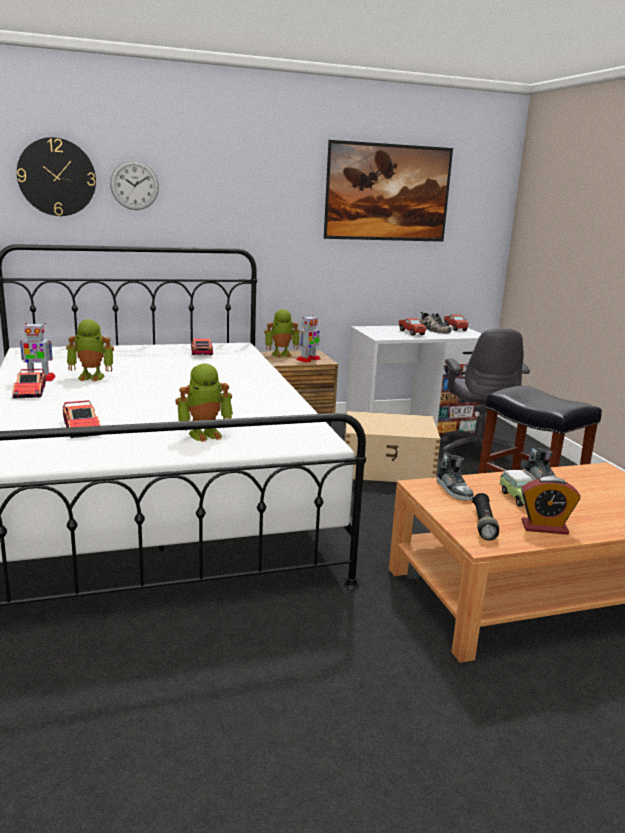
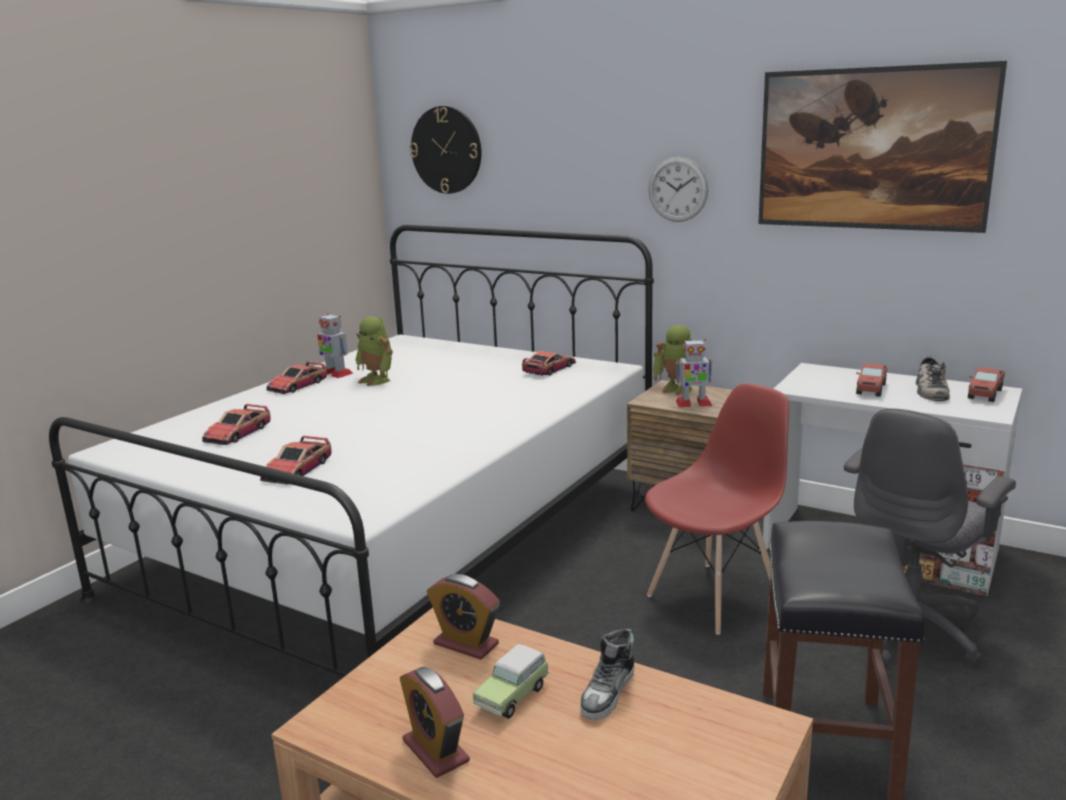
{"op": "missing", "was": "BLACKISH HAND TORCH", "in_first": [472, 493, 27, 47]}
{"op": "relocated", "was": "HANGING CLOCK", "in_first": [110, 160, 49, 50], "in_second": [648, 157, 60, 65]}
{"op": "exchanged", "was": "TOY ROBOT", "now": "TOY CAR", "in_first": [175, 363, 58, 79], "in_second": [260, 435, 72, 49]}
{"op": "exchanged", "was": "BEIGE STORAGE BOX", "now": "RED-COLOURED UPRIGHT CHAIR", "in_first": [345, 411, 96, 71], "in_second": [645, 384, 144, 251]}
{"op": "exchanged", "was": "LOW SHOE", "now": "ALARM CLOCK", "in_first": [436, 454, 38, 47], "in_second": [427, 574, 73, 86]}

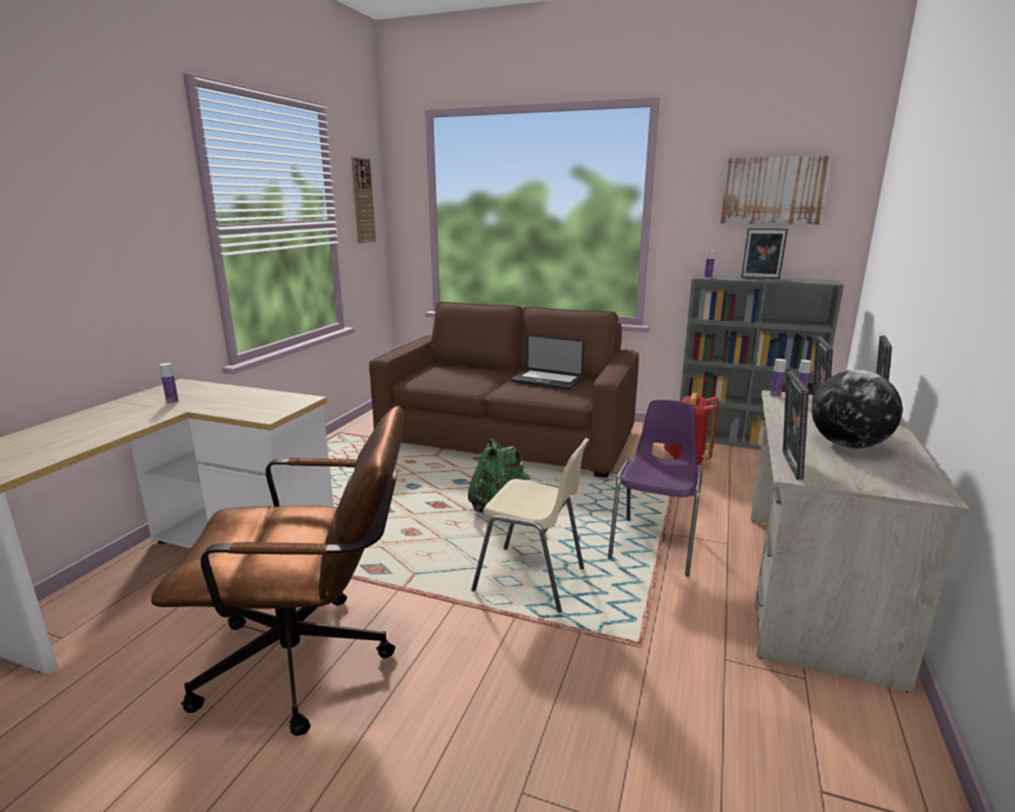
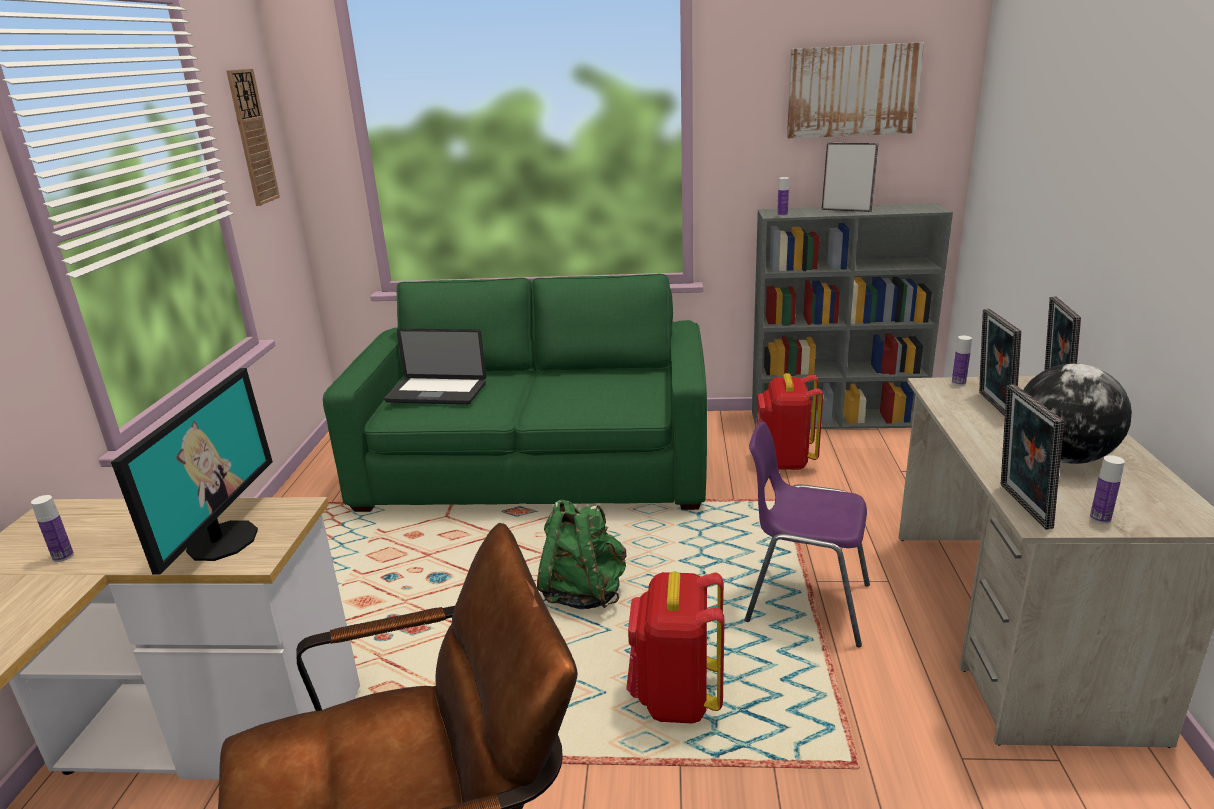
{"op": "appeared", "now": "COMPUTER SCREEN", "in_second": [111, 368, 162, 207]}
{"op": "relocated", "was": "NOTEBOOK COMPUTER", "in_first": [511, 334, 74, 56], "in_second": [384, 329, 102, 76]}
{"op": "relocated", "was": "DRINK BOTTLE", "in_first": [770, 359, 16, 38], "in_second": [1090, 455, 35, 69]}
{"op": "exchanged", "was": "BEIGE UPRIGHT CHAIR", "now": "RED-COLOURED KNAPSACK", "in_first": [471, 438, 118, 174], "in_second": [626, 572, 99, 151]}
{"op": "colour", "was": "BROWNISH SOFA", "now": "GREENISH SOFA", "in_first": [369, 301, 270, 177], "in_second": [323, 274, 384, 238]}
{"op": "spun", "was": "PURPLE UPRIGHT CHAIR", "in_first": [608, 400, 94, 176], "in_second": [744, 421, 126, 226], "clockwise": -75}
{"op": "spun", "was": "PHOTO FRAME", "in_first": [741, 228, 47, 51], "in_second": [822, 143, 56, 69], "clockwise": -150}

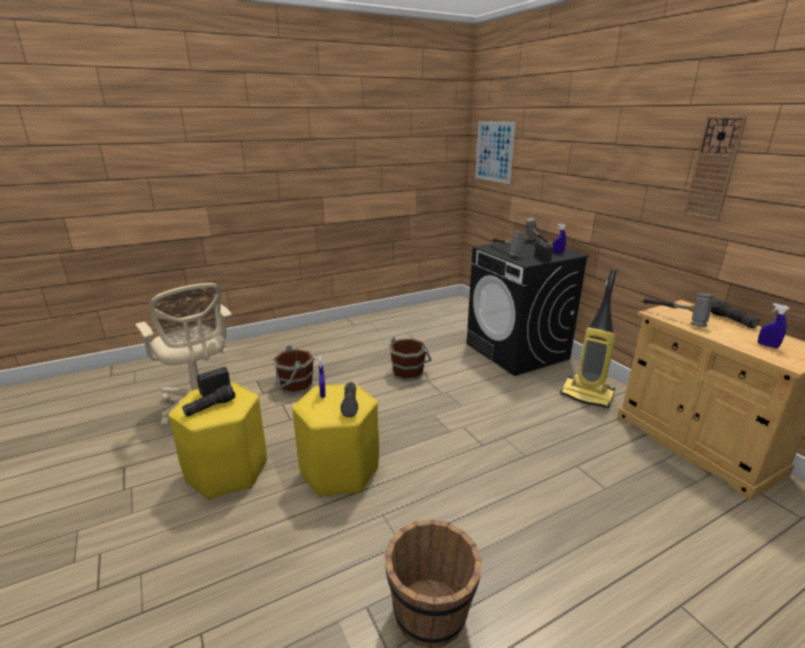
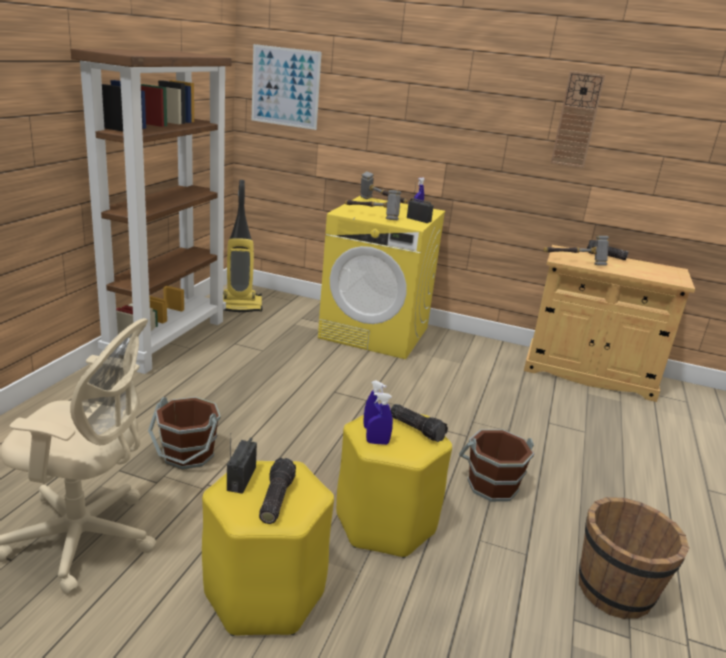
{"op": "appeared", "now": "BROWNISH BOOKCASE", "in_second": [71, 49, 161, 325]}
{"op": "relocated", "was": "BROWNISH WATER BUCKET", "in_first": [389, 337, 43, 44], "in_second": [459, 429, 76, 73]}
{"op": "relocated", "was": "VACUUM CLEANER", "in_first": [560, 269, 57, 139], "in_second": [223, 180, 39, 132]}
{"op": "relocated", "was": "BLUE-COLOURED SPRAYER", "in_first": [758, 303, 31, 45], "in_second": [366, 392, 27, 53]}
{"op": "colour", "was": "BLACKISH LAUNDRY MACHINE", "now": "YELLOW LAUNDRY MACHINE", "in_first": [467, 238, 122, 138], "in_second": [318, 196, 127, 163]}

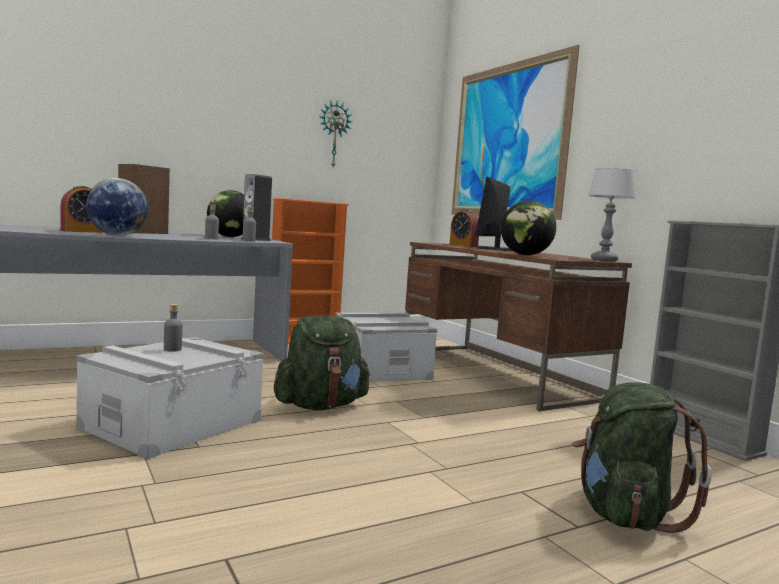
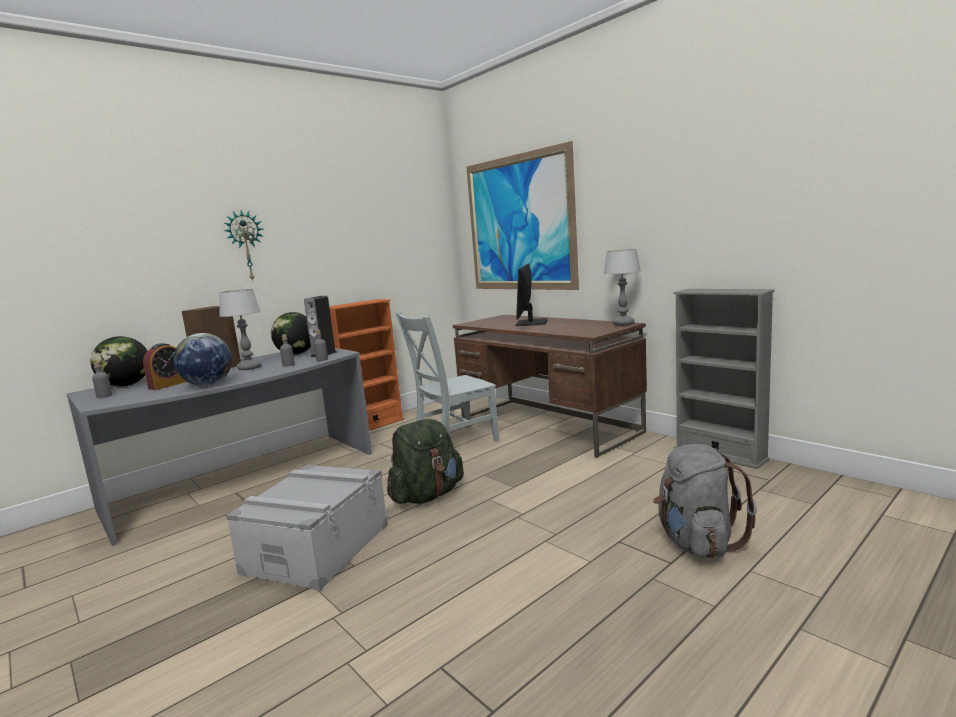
{"op": "missing", "was": "ALARM CLOCK", "in_first": [450, 209, 29, 38]}
{"op": "appeared", "now": "TABLE LAMP", "in_second": [219, 289, 42, 81]}
{"op": "relocated", "was": "GREYISH DRINK BOTTLE", "in_first": [164, 304, 19, 48], "in_second": [92, 361, 20, 37]}
{"op": "relocated", "was": "HANGING CLOCK", "in_first": [319, 100, 33, 68], "in_second": [224, 210, 40, 71]}
{"op": "relocated", "was": "GLOBE", "in_first": [501, 201, 55, 54], "in_second": [91, 336, 56, 50]}
{"op": "exchanged", "was": "GREYISH STORAGE BOX", "now": "GREYISH UPRIGHT CHAIR", "in_first": [335, 313, 102, 69], "in_second": [395, 312, 104, 130]}
{"op": "colour", "was": "GREENISH KNAPSACK", "now": "GREYISH KNAPSACK", "in_first": [572, 382, 140, 151], "in_second": [653, 444, 104, 114]}

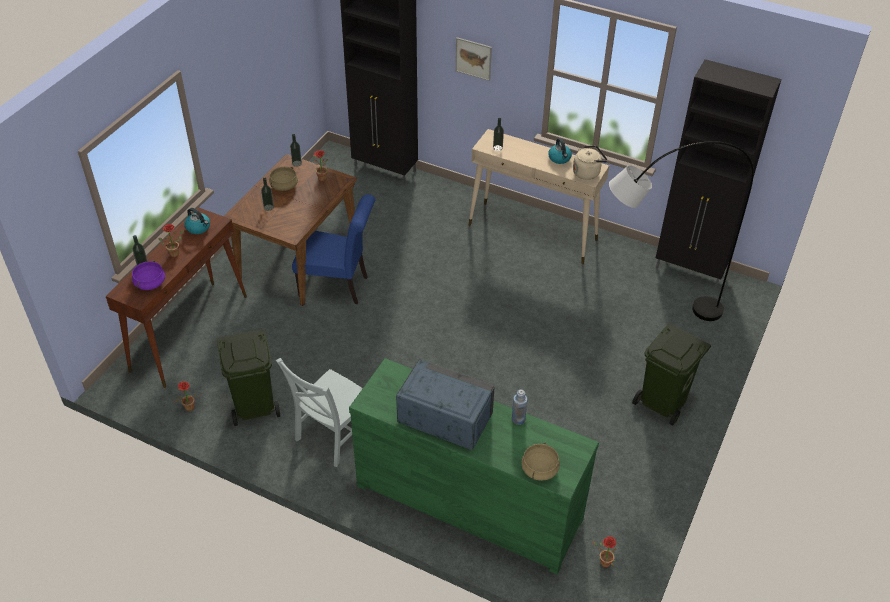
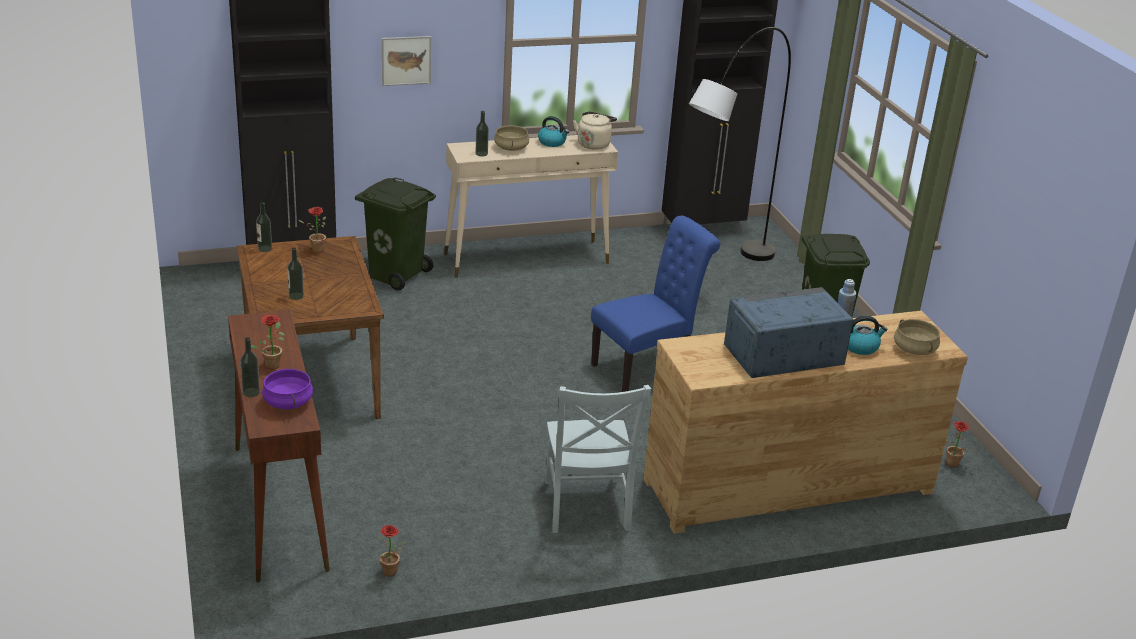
{"op": "relocated", "was": "WATER KETTLE", "in_first": [184, 208, 26, 26], "in_second": [848, 316, 39, 39]}
{"op": "relocated", "was": "GREENISH WASTE BIN", "in_first": [216, 329, 64, 97], "in_second": [355, 177, 81, 114]}
{"op": "relocated", "was": "BEIGE STOCKPOT", "in_first": [269, 167, 29, 24], "in_second": [494, 125, 35, 26]}
{"op": "relocated", "was": "BLUE-COLOURED UPRIGHT CHAIR", "in_first": [292, 194, 83, 110], "in_second": [591, 216, 129, 176]}
{"op": "colour", "was": "GREENISH CHEST OF DRAWERS", "now": "BROWNISH CHEST OF DRAWERS", "in_first": [349, 358, 250, 216], "in_second": [643, 311, 325, 223]}

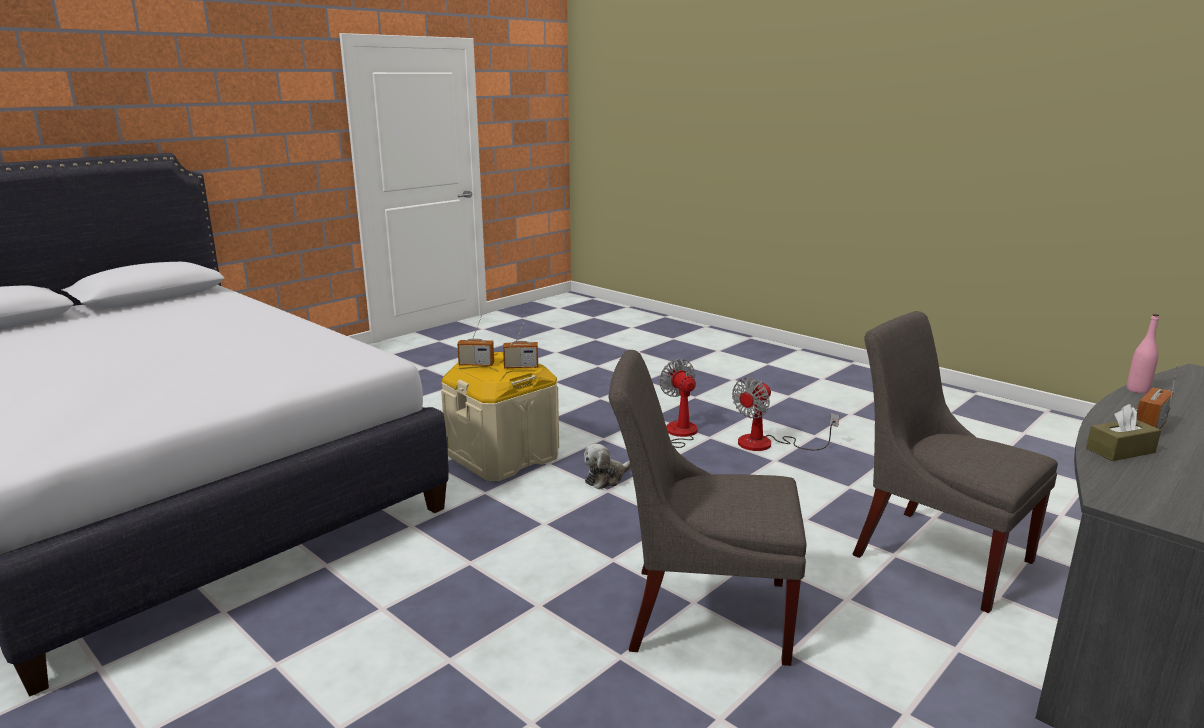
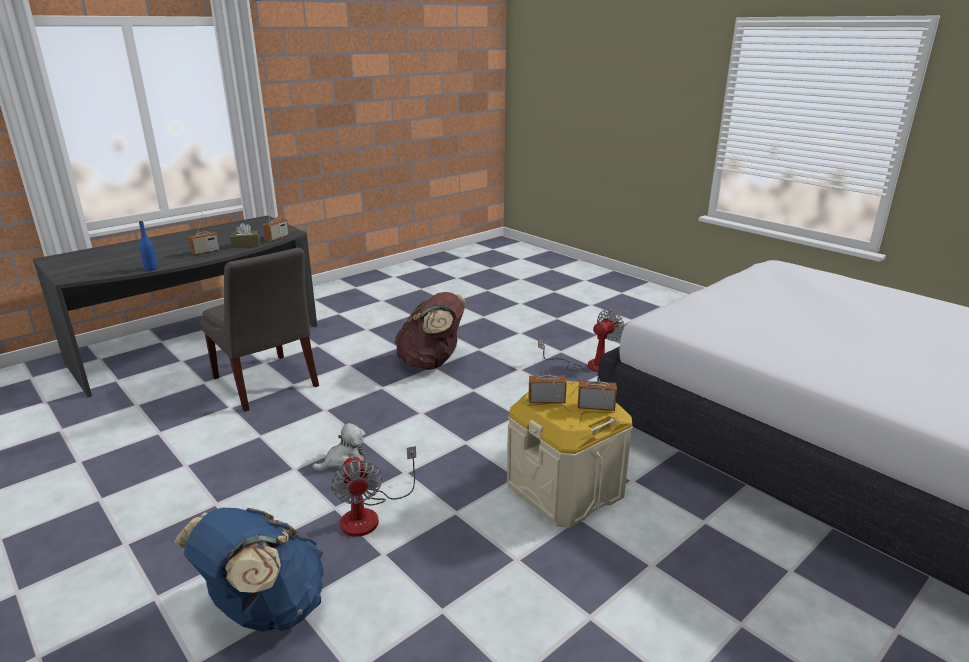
{"op": "appeared", "now": "BLUE-COLOURED KNAPSACK", "in_second": [174, 508, 150, 124]}
{"op": "appeared", "now": "RADIO RECEIVER", "in_second": [263, 205, 26, 36]}
{"op": "relocated", "was": "PLUSH TOY", "in_first": [584, 444, 47, 45], "in_second": [312, 423, 53, 49]}
{"op": "relocated", "was": "ELECTRIC FAN", "in_first": [732, 377, 107, 74], "in_second": [538, 309, 87, 64]}
{"op": "exchanged", "was": "GREYISH UPRIGHT CHAIR", "now": "BROWNISH KNAPSACK", "in_first": [609, 350, 198, 316], "in_second": [394, 292, 72, 78]}
{"op": "colour", "was": "PINK-COLOURED DRINK BOTTLE", "now": "BLUE-COLOURED DRINK BOTTLE", "in_first": [1127, 314, 32, 80], "in_second": [139, 221, 19, 50]}

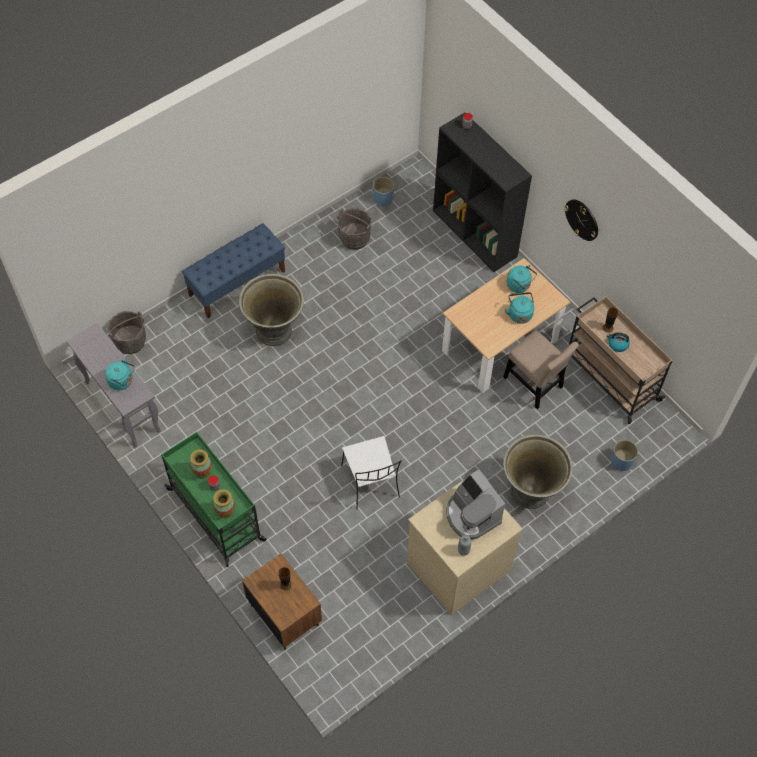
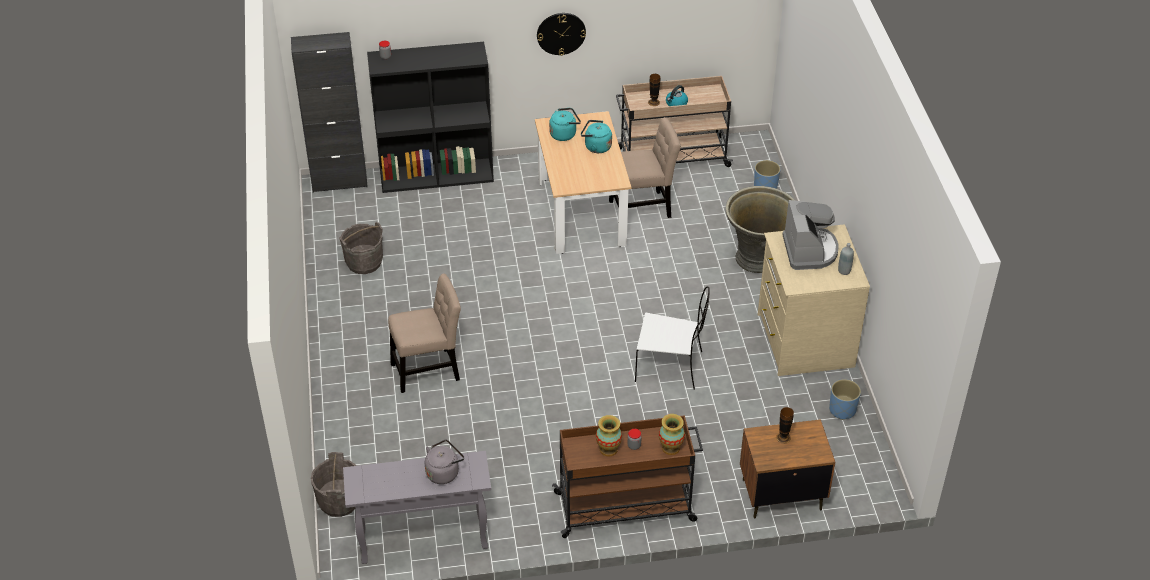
{"op": "missing", "was": "BLUE-COLOURED LONG SEAT", "in_first": [182, 223, 103, 95]}
{"op": "appeared", "now": "BLACKISH STORAGE CABINET", "in_second": [291, 32, 77, 161]}
{"op": "relocated", "was": "BLUE-COLOURED PLANTER", "in_first": [373, 177, 21, 29], "in_second": [829, 379, 32, 41]}
{"op": "exchanged", "was": "GREYISH PLANTER", "now": "BEIGE UPRIGHT CHAIR", "in_first": [239, 274, 65, 72], "in_second": [388, 274, 73, 119]}
{"op": "colour", "was": "TURQUOISE WATER KETTLE", "now": "GREYISH WATER KETTLE", "in_first": [105, 358, 30, 32], "in_second": [425, 439, 39, 45]}
{"op": "colour", "was": "GREENISH WHEELED CART", "now": "BROWNISH WHEELED CART", "in_first": [161, 432, 105, 135], "in_second": [552, 415, 151, 123]}
{"op": "spun", "was": "COFFEE MACHINE", "in_first": [446, 470, 59, 69], "in_second": [782, 200, 57, 70], "clockwise": -90}

